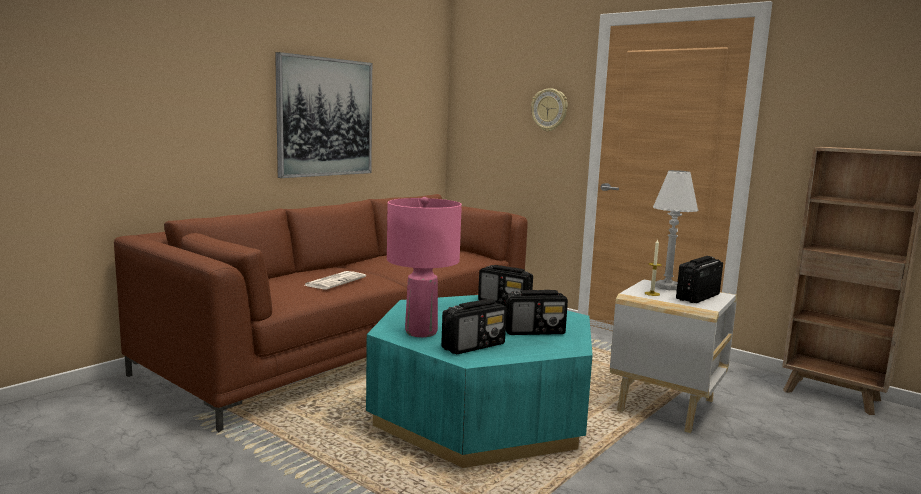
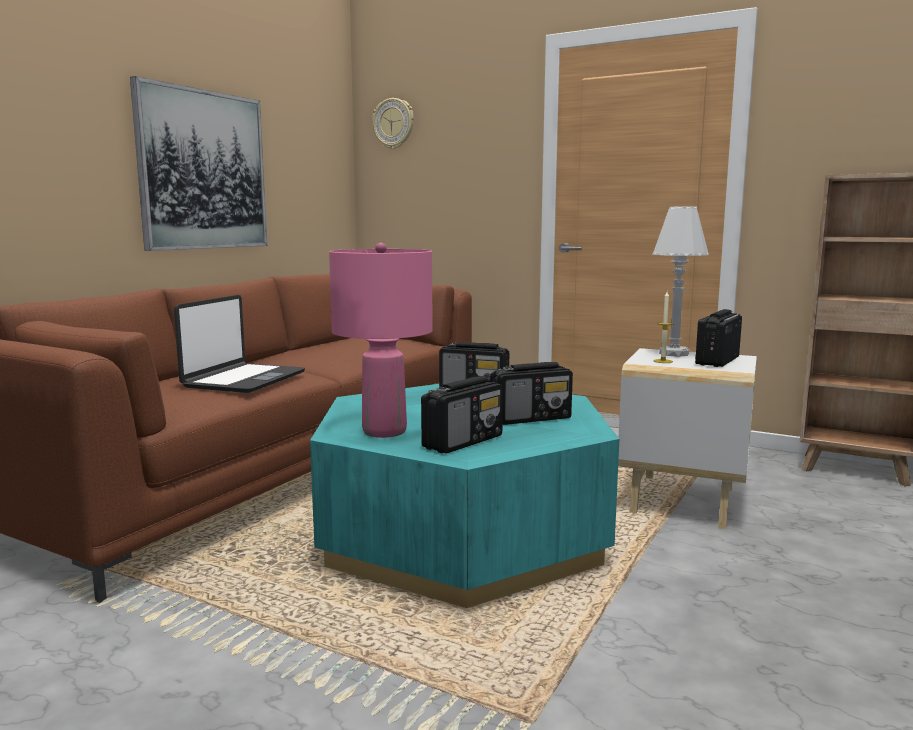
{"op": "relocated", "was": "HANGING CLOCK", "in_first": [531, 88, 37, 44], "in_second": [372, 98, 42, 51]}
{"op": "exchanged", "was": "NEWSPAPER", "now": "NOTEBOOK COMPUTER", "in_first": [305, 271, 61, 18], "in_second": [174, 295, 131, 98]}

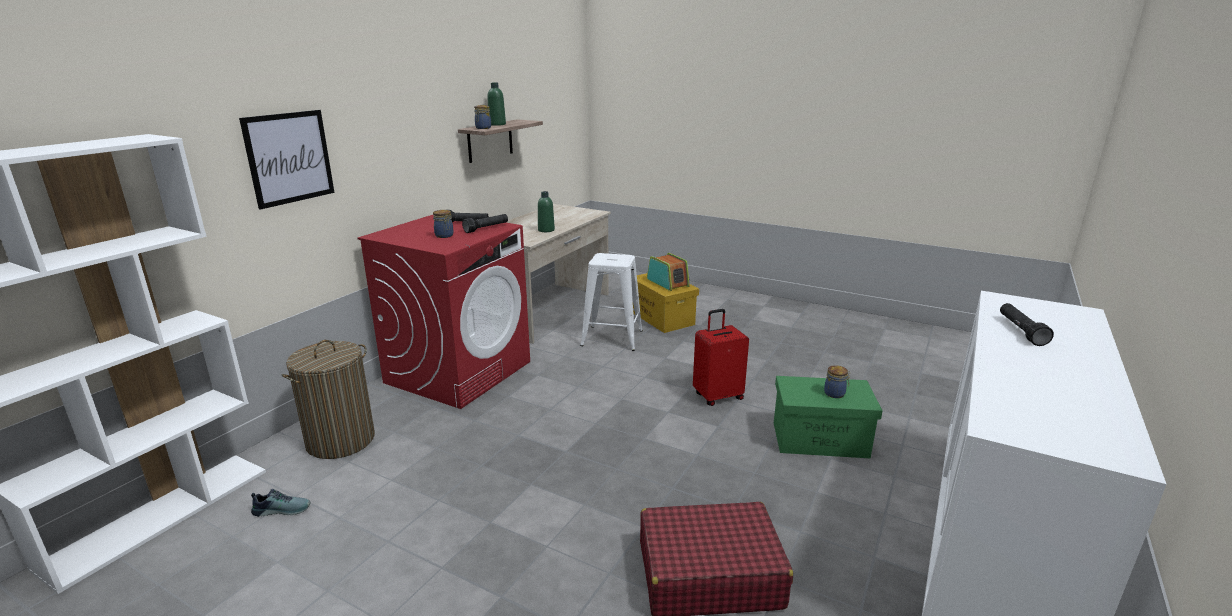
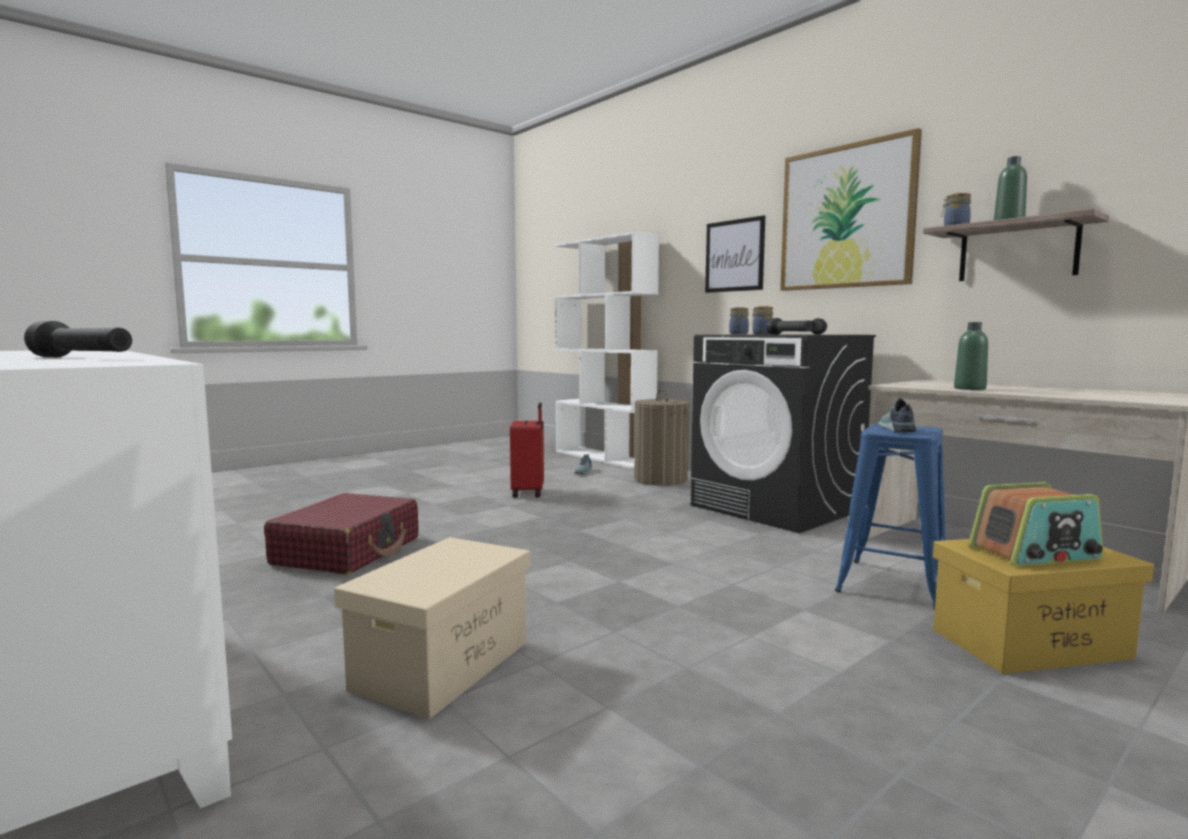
{"op": "appeared", "now": "WALL PICTURE", "in_second": [780, 128, 142, 163]}
{"op": "appeared", "now": "LOW SHOE", "in_second": [879, 398, 37, 34]}
{"op": "relocated", "was": "RED-COLOURED SUITCASE", "in_first": [693, 309, 56, 97], "in_second": [510, 402, 34, 96]}
{"op": "relocated", "was": "STORAGE JAR", "in_first": [824, 365, 27, 33], "in_second": [729, 307, 20, 27]}
{"op": "colour", "was": "RED-COLOURED LAUNDRY MACHINE", "now": "BLACKISH LAUNDRY MACHINE", "in_first": [358, 215, 172, 194], "in_second": [691, 334, 185, 199]}
{"op": "colour", "was": "WHITE STOOL", "now": "BLUE-COLOURED STOOL", "in_first": [580, 253, 63, 98], "in_second": [835, 423, 110, 188]}
{"op": "colour", "was": "GREENISH STORAGE BOX", "now": "BEIGE STORAGE BOX", "in_first": [774, 376, 109, 82], "in_second": [334, 537, 197, 182]}

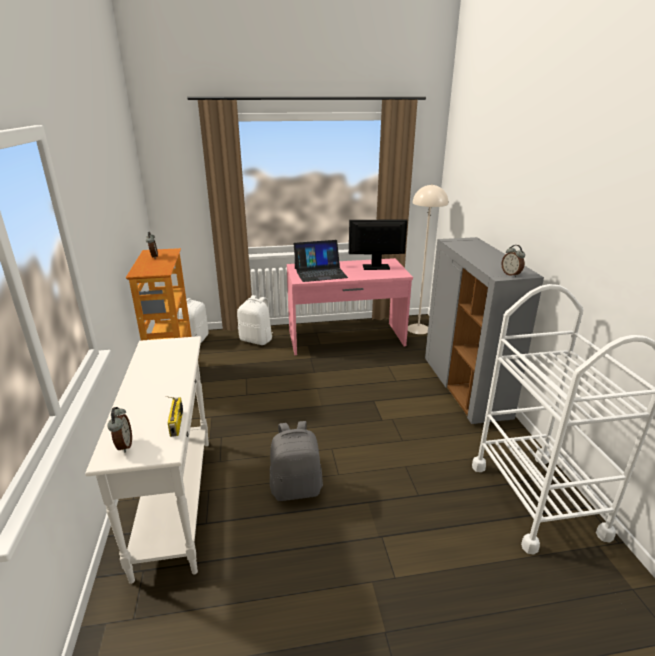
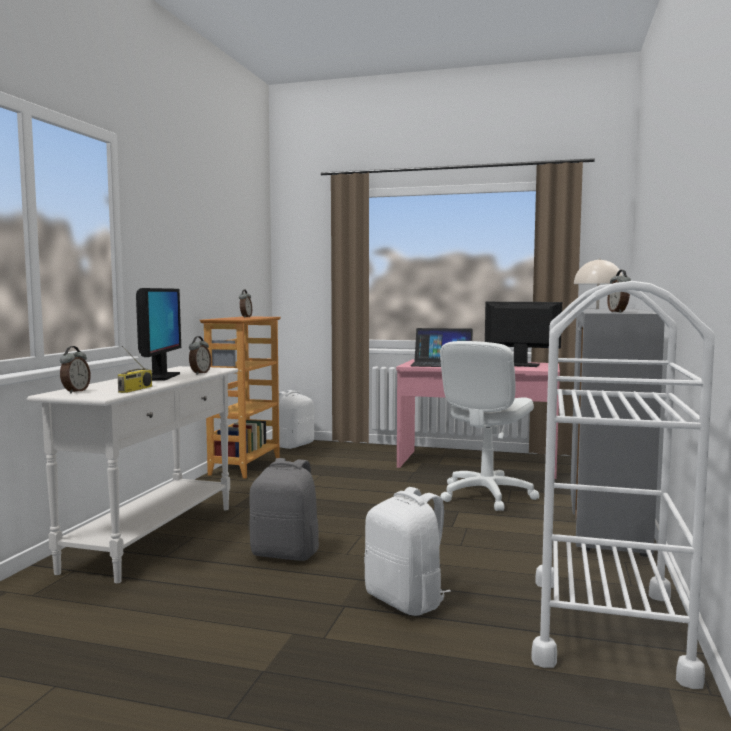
{"op": "appeared", "now": "COMPUTER SCREEN", "in_second": [136, 288, 45, 92]}
{"op": "appeared", "now": "ALARM CLOCK", "in_second": [189, 336, 22, 39]}
{"op": "appeared", "now": "WHITE OFFICE CHAIR", "in_second": [440, 341, 99, 170]}
{"op": "relocated", "was": "WHITE KNAPSACK", "in_first": [237, 295, 35, 50], "in_second": [364, 487, 87, 129]}

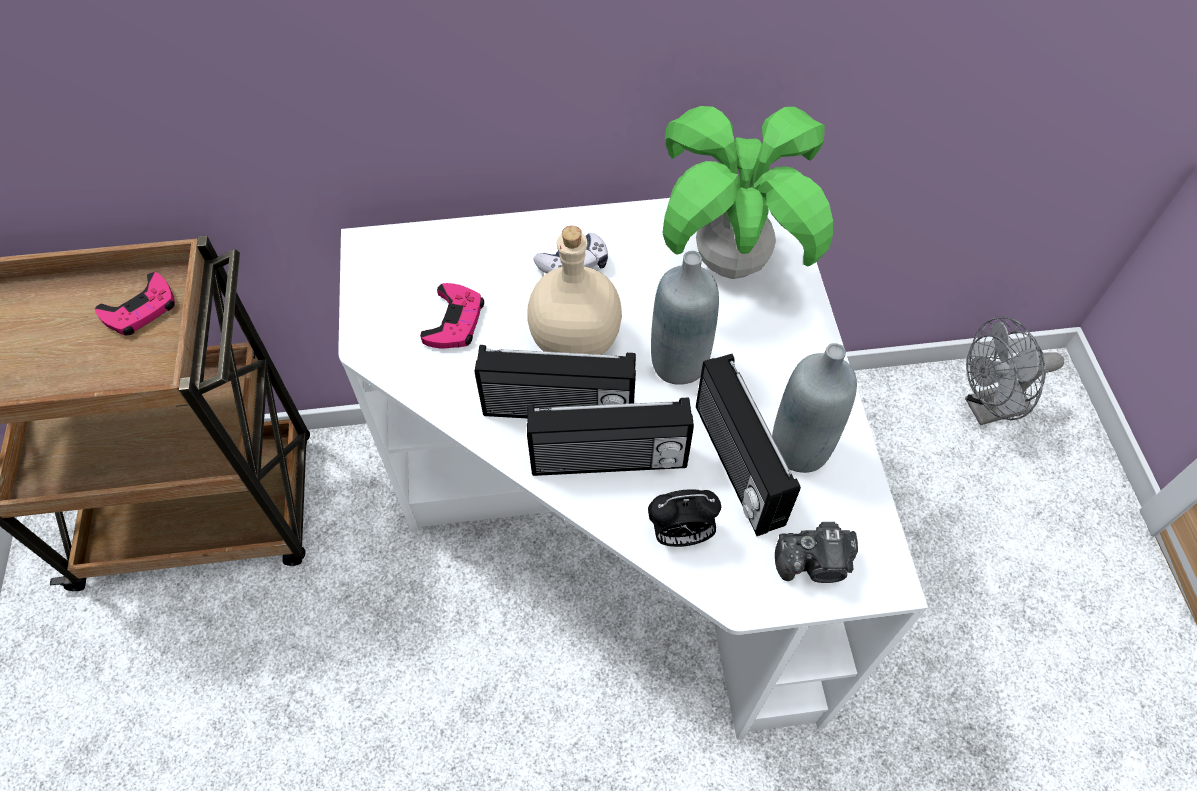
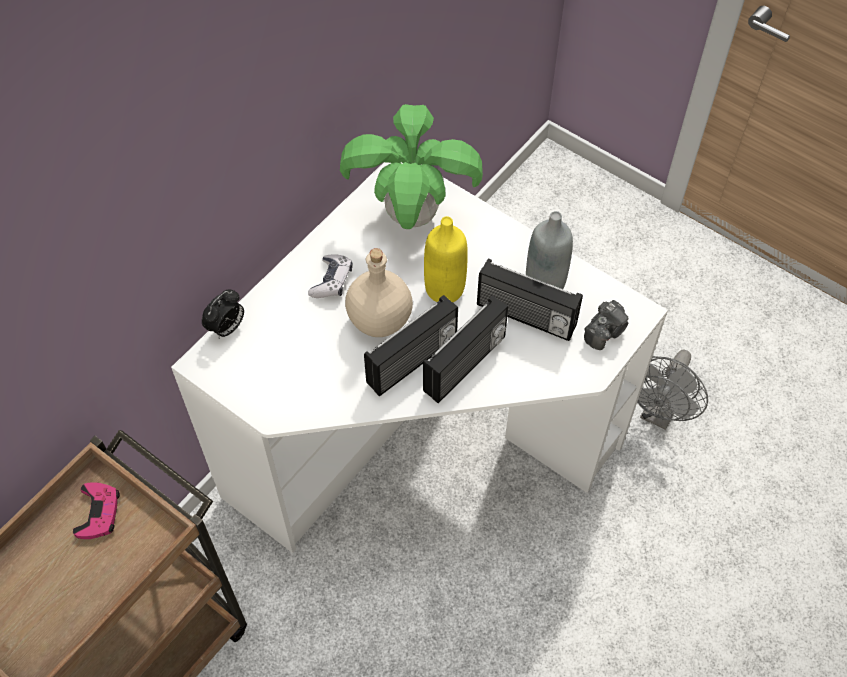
{"op": "missing", "was": "PINK-COLOURED JOYPAD", "in_first": [420, 283, 64, 66]}
{"op": "relocated", "was": "ALARM CLOCK", "in_first": [648, 489, 73, 58], "in_second": [202, 289, 42, 49]}
{"op": "relocated", "was": "GREYISH ELECTRIC FAN", "in_first": [965, 317, 99, 108], "in_second": [637, 350, 71, 80]}
{"op": "colour", "was": "GREYISH DRINK BOTTLE", "now": "YELLOW DRINK BOTTLE", "in_first": [651, 251, 68, 134], "in_second": [424, 216, 44, 86]}

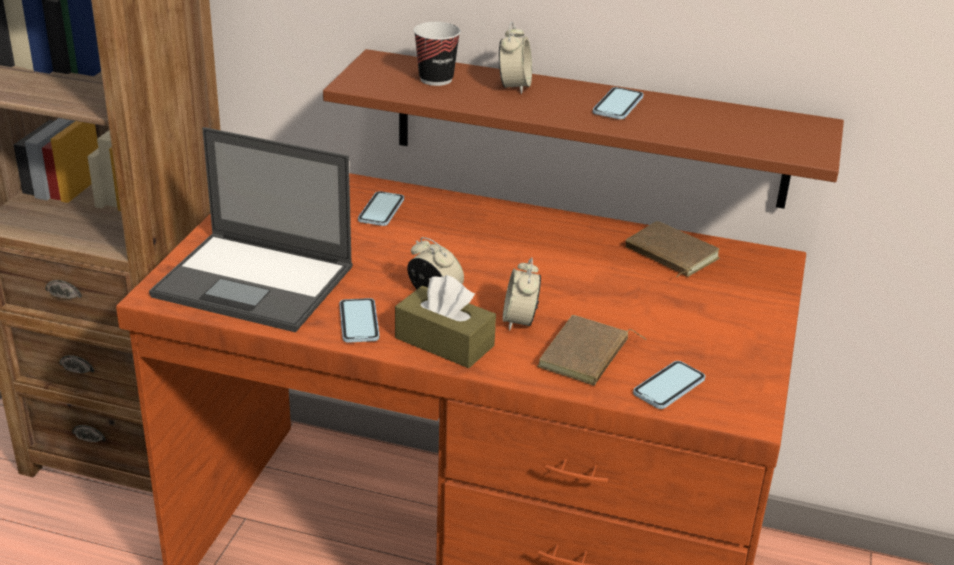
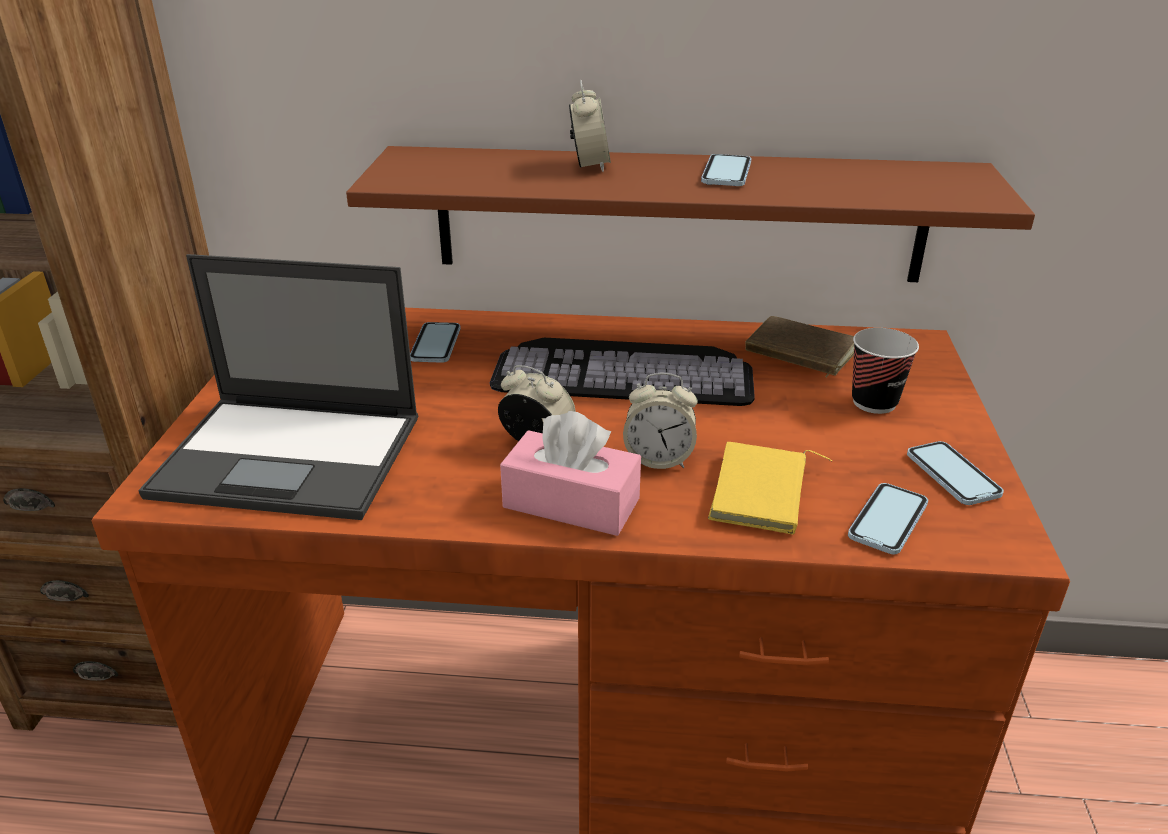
{"op": "appeared", "now": "KEYBOARD", "in_second": [490, 338, 265, 68]}
{"op": "relocated", "was": "PHONE", "in_first": [340, 298, 39, 45], "in_second": [907, 441, 97, 64]}
{"op": "relocated", "was": "SMALL CUP", "in_first": [413, 22, 48, 64], "in_second": [852, 328, 67, 86]}
{"op": "colour", "was": "BROWNISH TISSUE HOLDER", "now": "PINK-COLOURED TISSUE HOLDER", "in_first": [395, 275, 101, 93], "in_second": [500, 411, 141, 125]}
{"op": "colour", "was": "BROWNISH BOUND BOOK", "now": "YELLOW BOUND BOOK", "in_first": [537, 315, 110, 71], "in_second": [708, 442, 124, 93]}
{"op": "spun", "was": "ALARM CLOCK", "in_first": [503, 257, 38, 74], "in_second": [623, 373, 75, 96], "clockwise": -75}

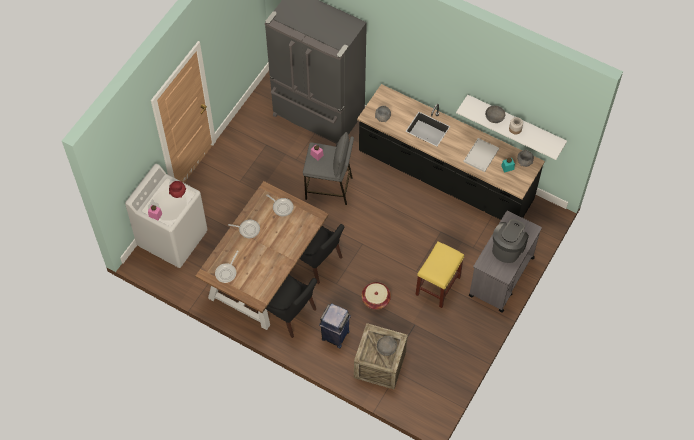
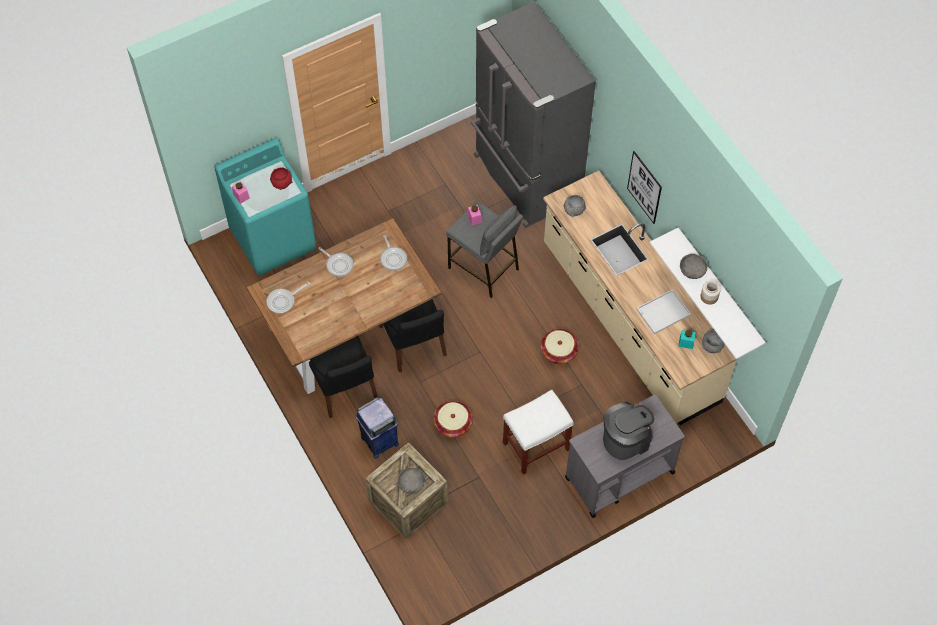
{"op": "appeared", "now": "HOUSEHOLD BASKET", "in_second": [540, 329, 39, 35]}
{"op": "appeared", "now": "WALL PICTURE", "in_second": [627, 151, 35, 73]}
{"op": "colour", "was": "WHITE LAUNDRY MACHINE", "now": "TURQUOISE LAUNDRY MACHINE", "in_first": [125, 164, 83, 104], "in_second": [214, 138, 102, 137]}
{"op": "colour", "was": "BLACKISH COUNTER", "now": "BEIGE COUNTER", "in_first": [357, 84, 188, 136], "in_second": [543, 171, 195, 254]}
{"op": "colour", "was": "YELLOW STOOL", "now": "WHITE STOOL", "in_first": [415, 241, 49, 67], "in_second": [503, 390, 71, 85]}

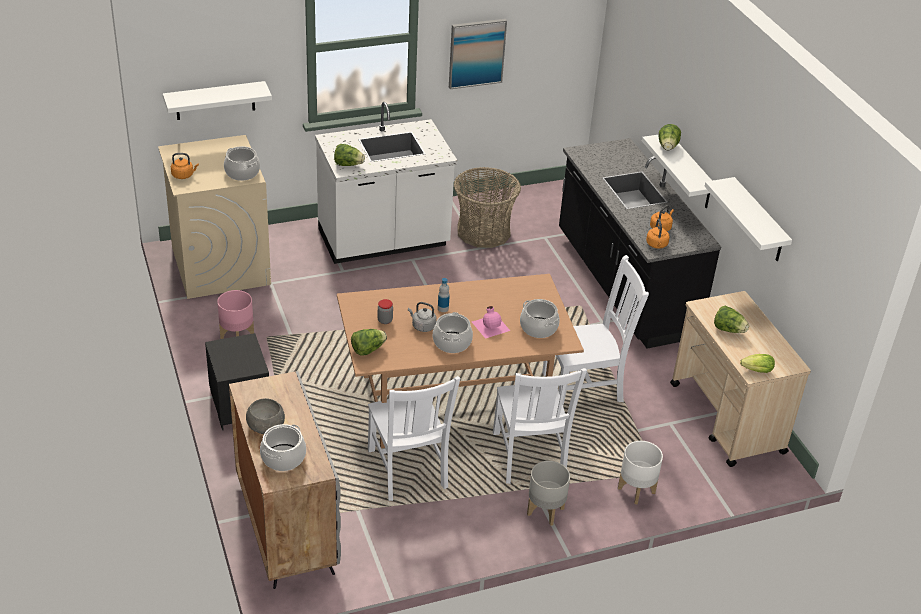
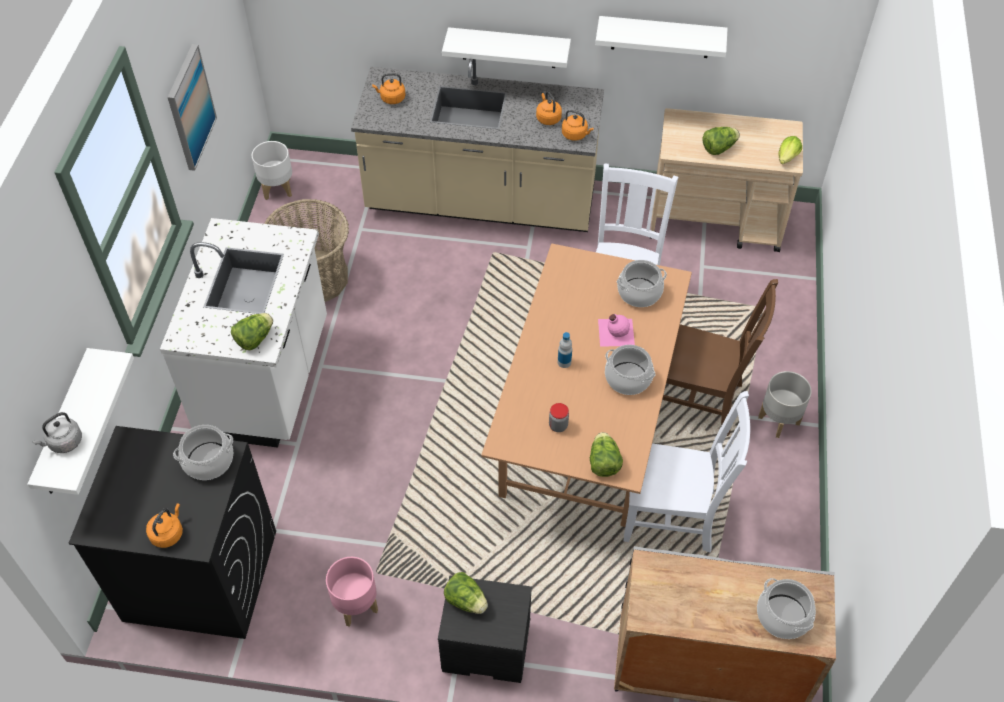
{"op": "missing", "was": "GREYISH DEEP DISH", "in_first": [246, 398, 39, 36]}
{"op": "appeared", "now": "ORANGE-COLOURED WATER KETTLE", "in_second": [372, 73, 33, 31]}
{"op": "relocated", "was": "GREYISH WATER KETTLE", "in_first": [408, 302, 29, 30], "in_second": [33, 412, 49, 41]}
{"op": "relocated", "was": "WHITE PLANTER", "in_first": [618, 441, 45, 64], "in_second": [252, 141, 40, 59]}
{"op": "relocated", "was": "HEAD OF LETTUCE", "in_first": [658, 124, 23, 26], "in_second": [444, 572, 44, 42]}
{"op": "colour", "was": "BEIGE LAUNDRY MACHINE", "now": "BLACKISH LAUNDRY MACHINE", "in_first": [158, 135, 113, 164], "in_second": [68, 426, 208, 213]}
{"op": "colour", "was": "WHITE UPRIGHT CHAIR", "now": "BROWNISH UPRIGHT CHAIR", "in_first": [493, 368, 94, 116], "in_second": [662, 279, 116, 157]}
{"op": "colour", "was": "BLACKISH COUNTER", "now": "BEIGE COUNTER", "in_first": [559, 138, 162, 211], "in_second": [351, 59, 253, 173]}

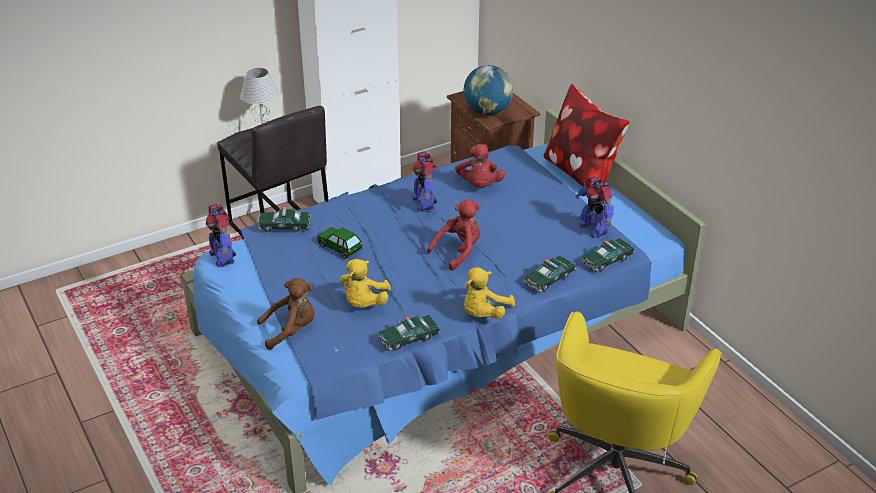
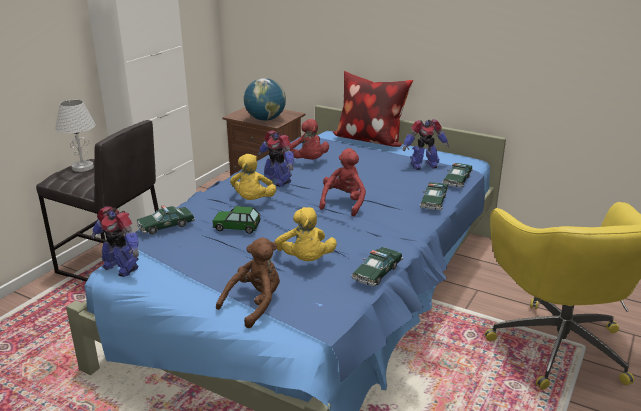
{"op": "relocated", "was": "YELLOW PLUSH TOY", "in_first": [464, 267, 51, 52], "in_second": [230, 154, 46, 46]}
{"op": "spun", "was": "TOY ROBOT", "in_first": [576, 176, 38, 62], "in_second": [403, 119, 46, 51], "clockwise": -45}

